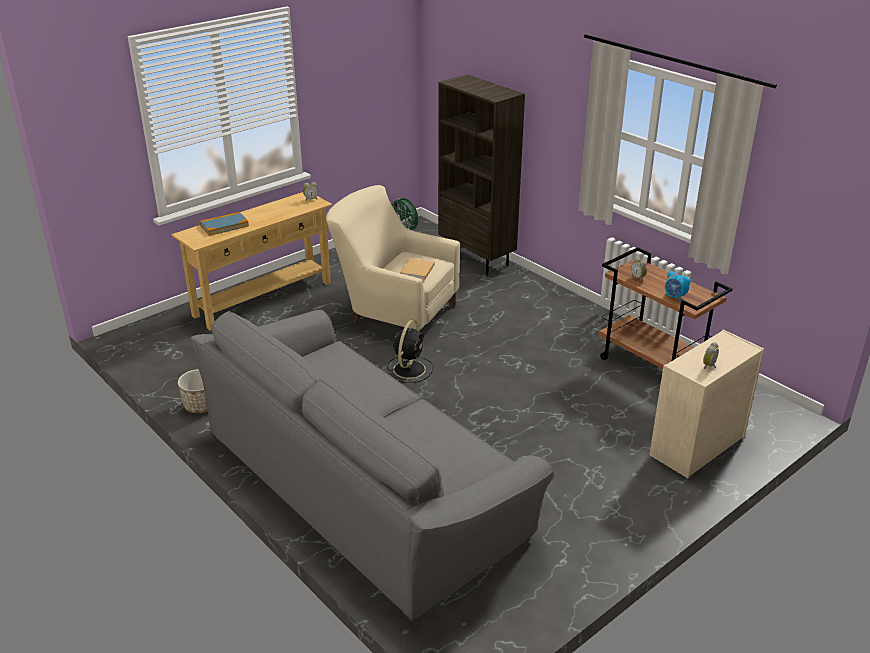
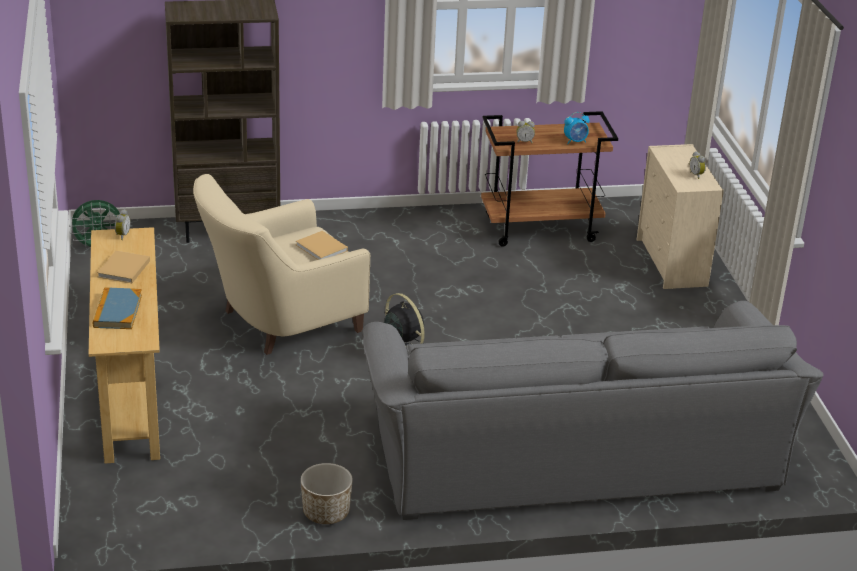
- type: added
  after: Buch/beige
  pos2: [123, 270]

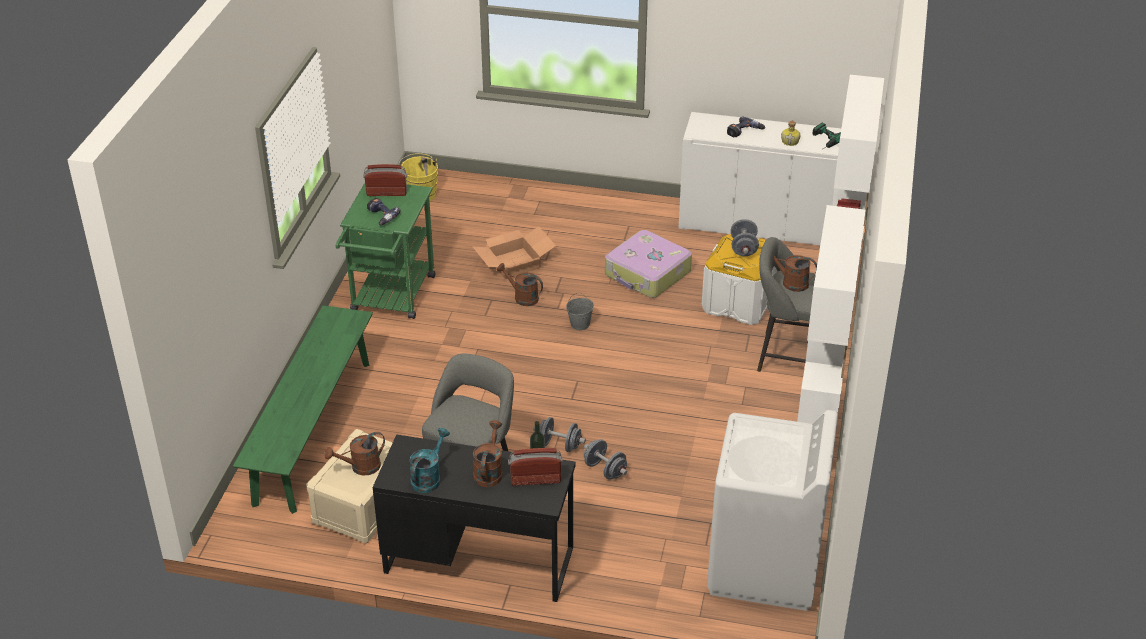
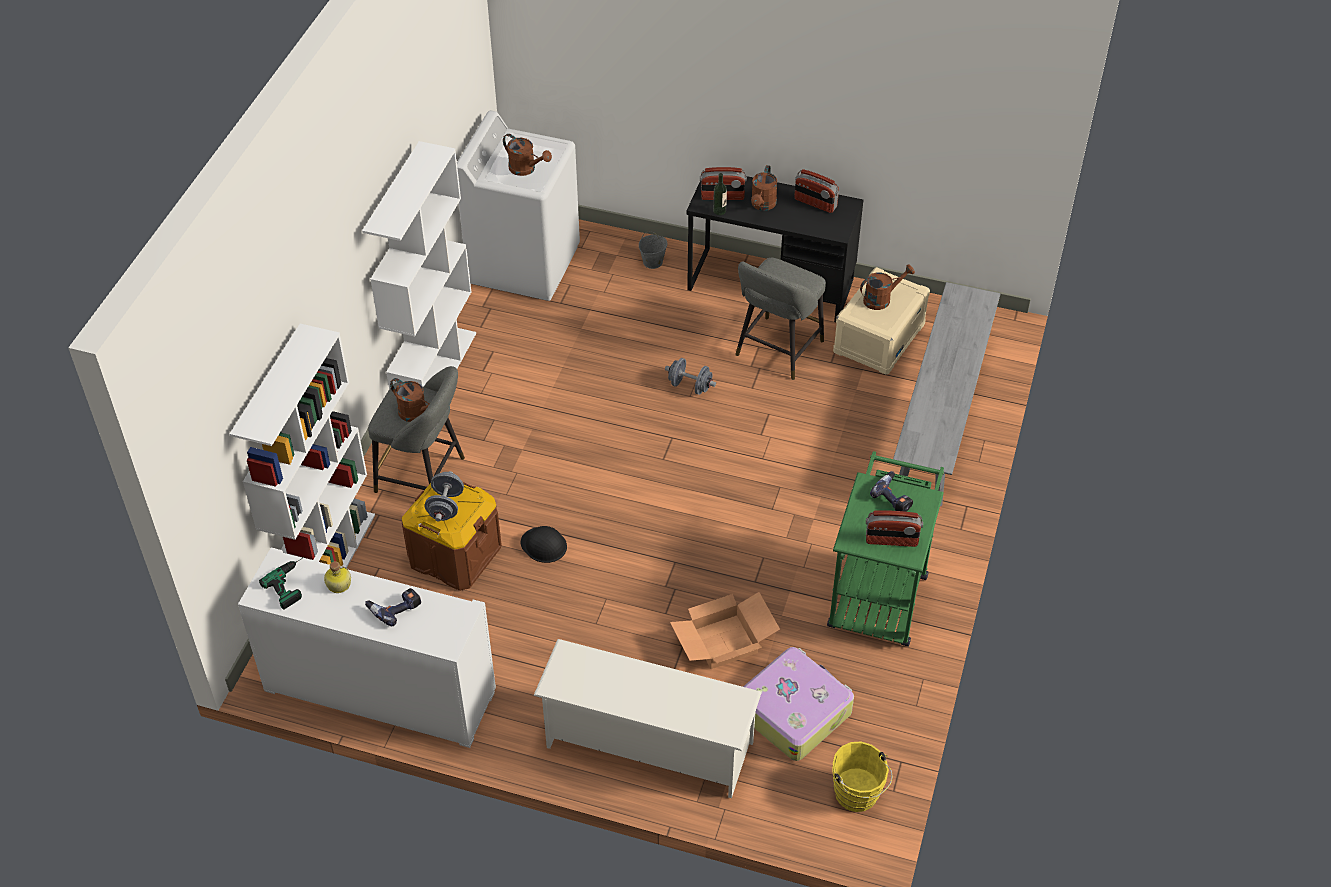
- type: removed
  before: Hantel/grau
  pos1: [605, 470]
- type: added
  after: Schutzhelm/schwarz
  pos2: [544, 545]
- type: added
  after: Schuhregal/weiß
  pos2: [648, 745]
- type: moved
  before: Gießkanne/braun
  pos1: [522, 297]
  pos2: [526, 169]
- type: moved
  before: Eimer/grau
  pos1: [580, 324]
  pos2: [652, 262]
- type: moved
  before: Koffer
  pos1: [647, 274]
  pos2: [794, 711]
- type: replaced
  before: Gießkanne/türkis
  after: Radio
  pos1: [428, 477]
  pos2: [815, 203]
- type: recoloured
  before: Bank/grün
  after: Bank/grau
  pos1: [313, 431]
  pos2: [941, 417]
- type: recoloured
  before: Aufbewahrungsbox/weiß
  after: Aufbewahrungsbox/braun
  pos1: [738, 303]
  pos2: [455, 555]

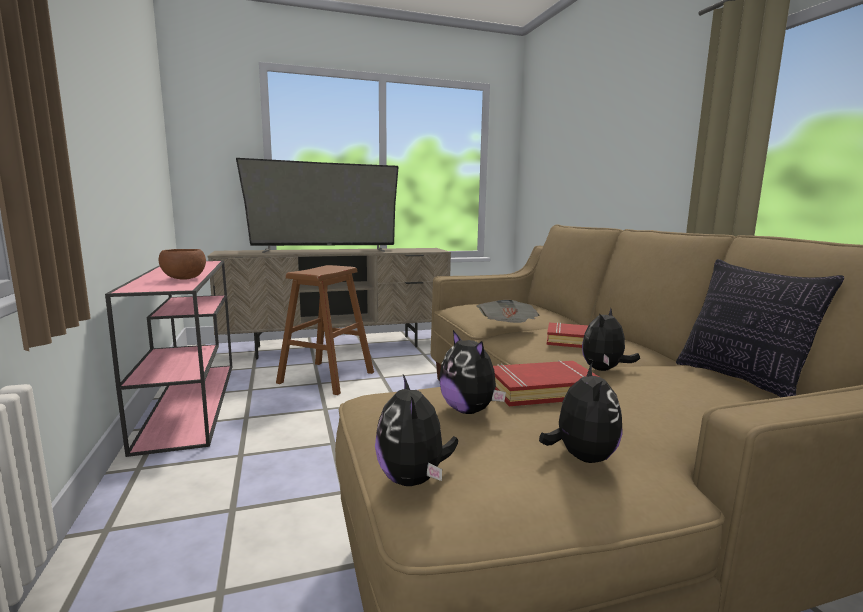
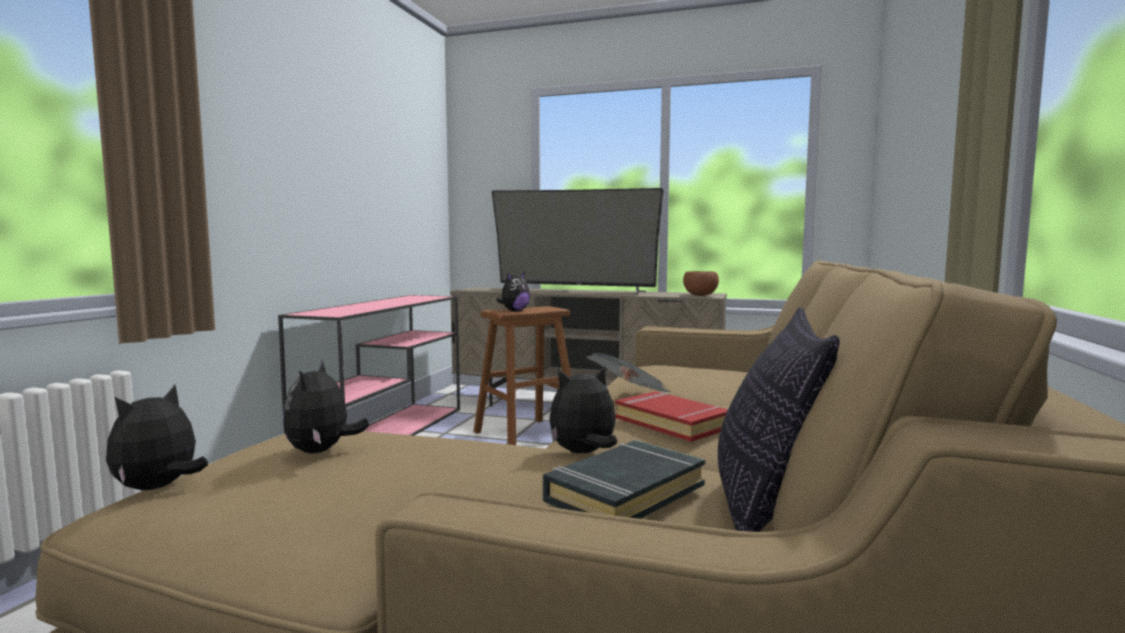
- type: removed
  before: Buch/rot
  pos1: [542, 390]
- type: added
  after: Buch/schwarz
  pos2: [624, 493]
- type: moved
  before: Schüssel/braun
  pos1: [184, 279]
  pos2: [700, 295]
- type: moved
  before: Plüschtier
  pos1: [581, 457]
  pos2: [514, 311]

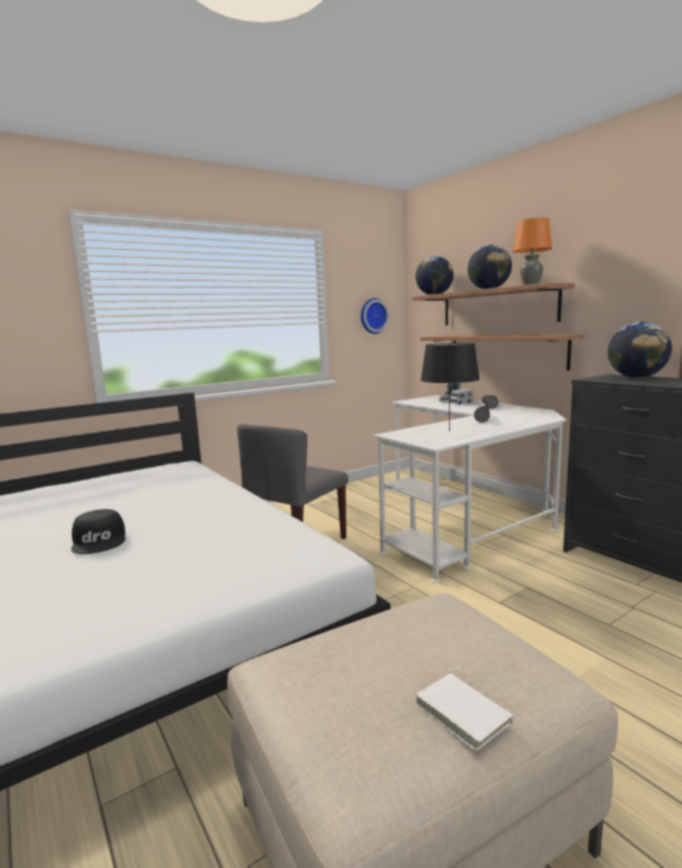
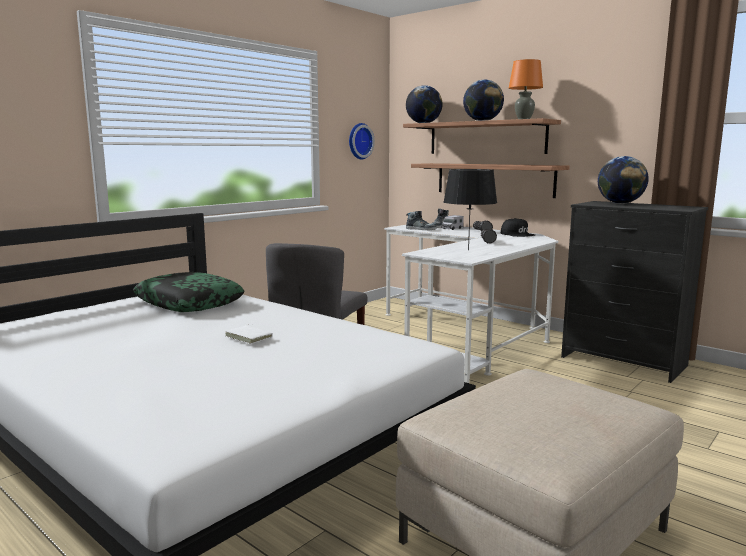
- type: added
  after: Kissen
  pos2: [188, 303]
- type: added
  after: Schuh
  pos2: [420, 229]
- type: moved
  before: Kappe/schwarz
  pos1: [100, 540]
  pos2: [517, 234]
- type: moved
  before: Buch/weiß
  pos1: [465, 712]
  pos2: [250, 337]

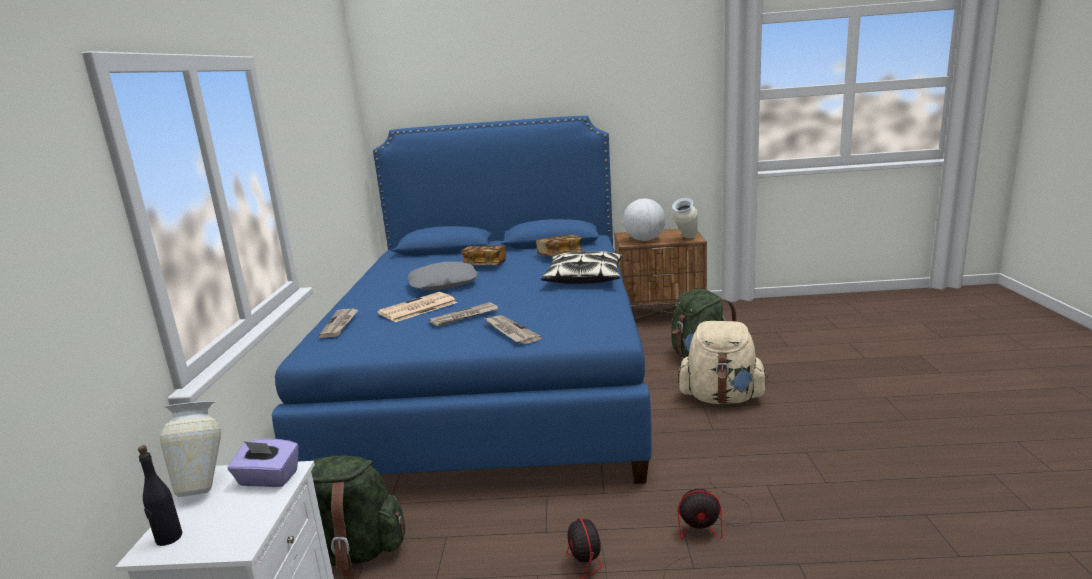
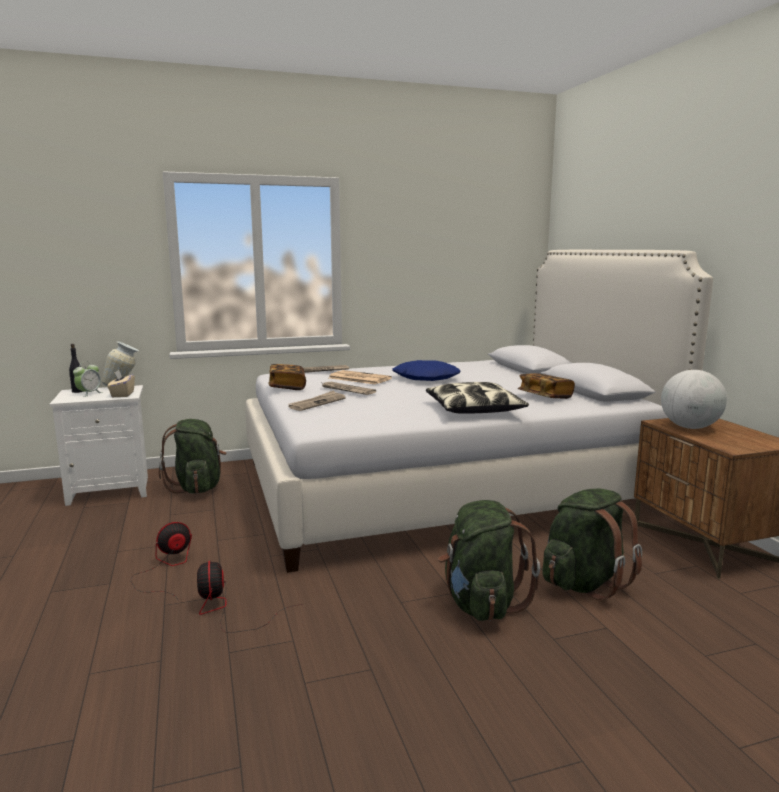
- type: removed
  before: Vase
  pos1: [685, 240]
- type: added
  after: Wecker
  pos2: [89, 394]
- type: moved
  before: Buch
  pos1: [485, 265]
  pos2: [287, 387]
- type: recoloured
  before: Taschentuchbox/lila
  after: Taschentuchbox/beige
  pos1: [268, 479]
  pos2: [122, 394]
- type: recoloured
  before: Bett/blau
  after: Bett/weiß
  pos1: [492, 381]
  pos2: [445, 485]
- type: recoloured
  before: Kissen/grau
  after: Kissen/blau
  pos1: [443, 284]
  pos2: [425, 378]
- type: recoloured
  before: Rucksack/beige
  after: Rucksack/grün
  pos1: [721, 398]
  pos2: [481, 603]

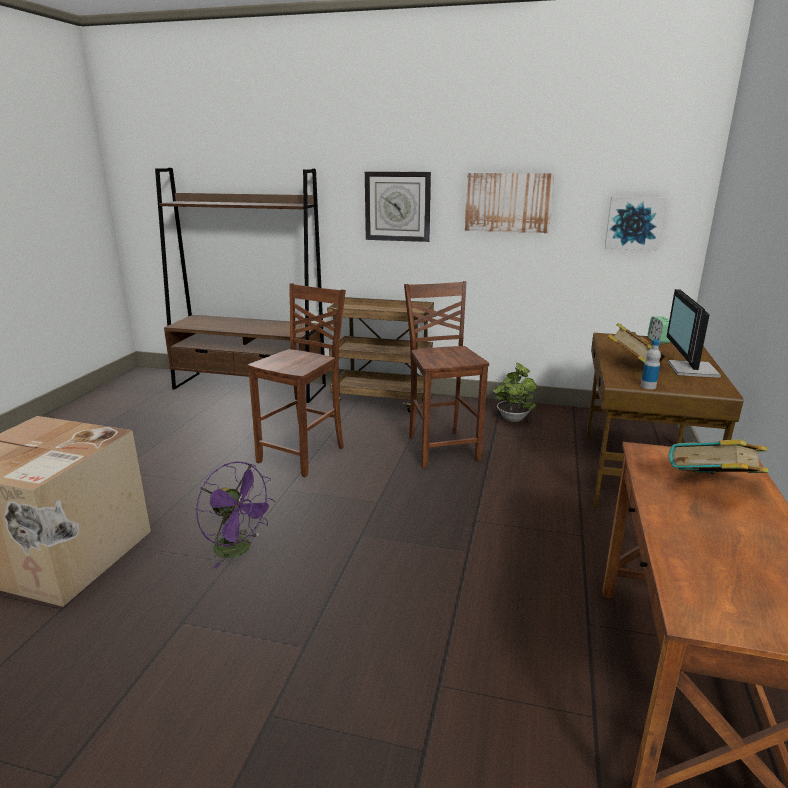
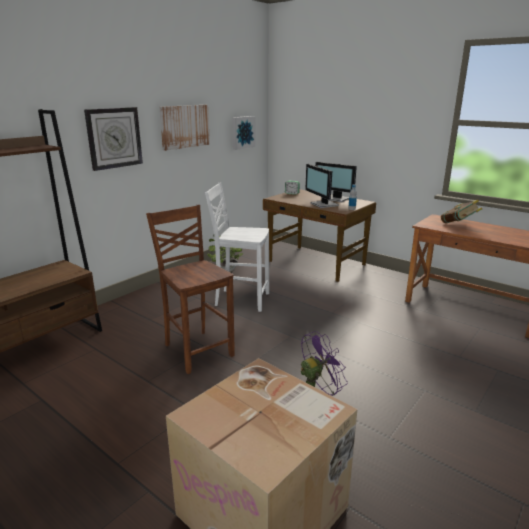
- type: removed
  before: Rollwagen/braun
  pos1: [383, 400]
- type: replaced
  before: Buch
  after: Monitor
  pos1: [633, 366]
  pos2: [323, 204]
- type: recoloured
  before: Stuhl/braun
  after: Stuhl/weiß
  pos1: [442, 448]
  pos2: [241, 299]

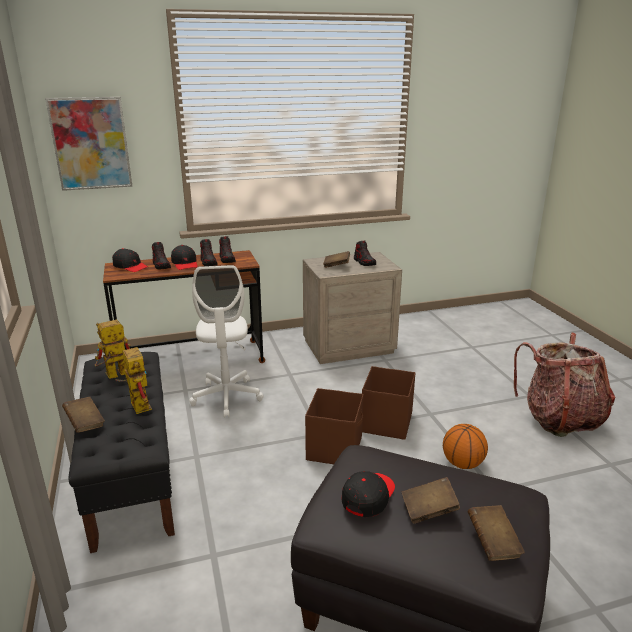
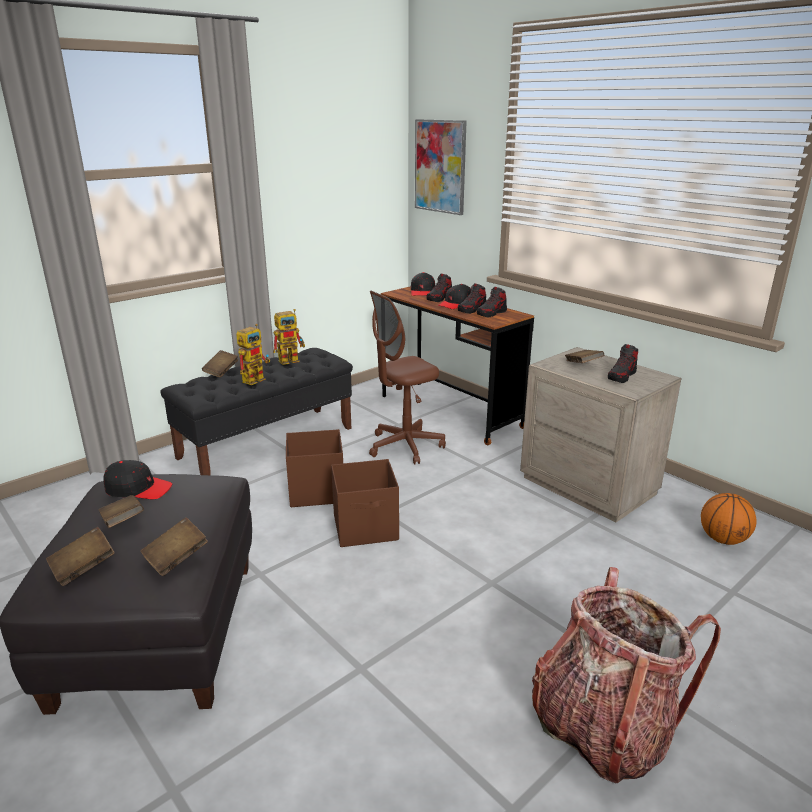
- type: added
  after: Buch/braun
  pos2: [176, 558]
- type: moved
  before: Aufbewahrungsbox/braun
  pos1: [386, 423]
  pos2: [315, 492]
- type: moved
  before: Basketball
  pos1: [462, 463]
  pos2: [723, 539]
- type: recoloured
  before: Bürostuhl/weiß
  after: Bürostuhl/braun
  pos1: [227, 397]
  pos2: [405, 446]
- type: turned
  before: Spielzeugroboter
  pos1: [113, 376]
  pos2: [292, 360]
  turn: 120

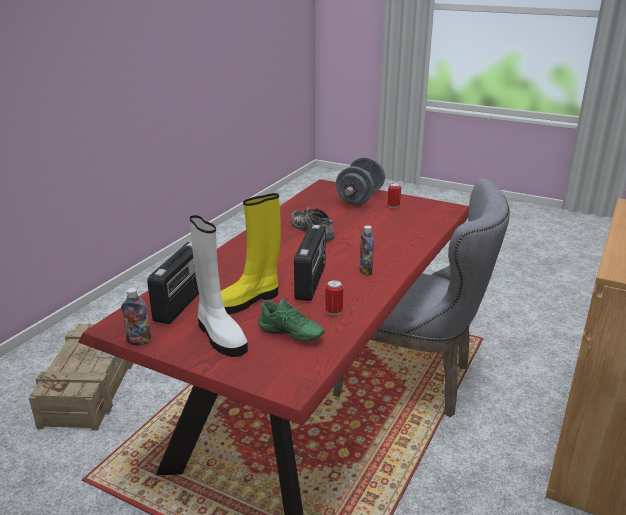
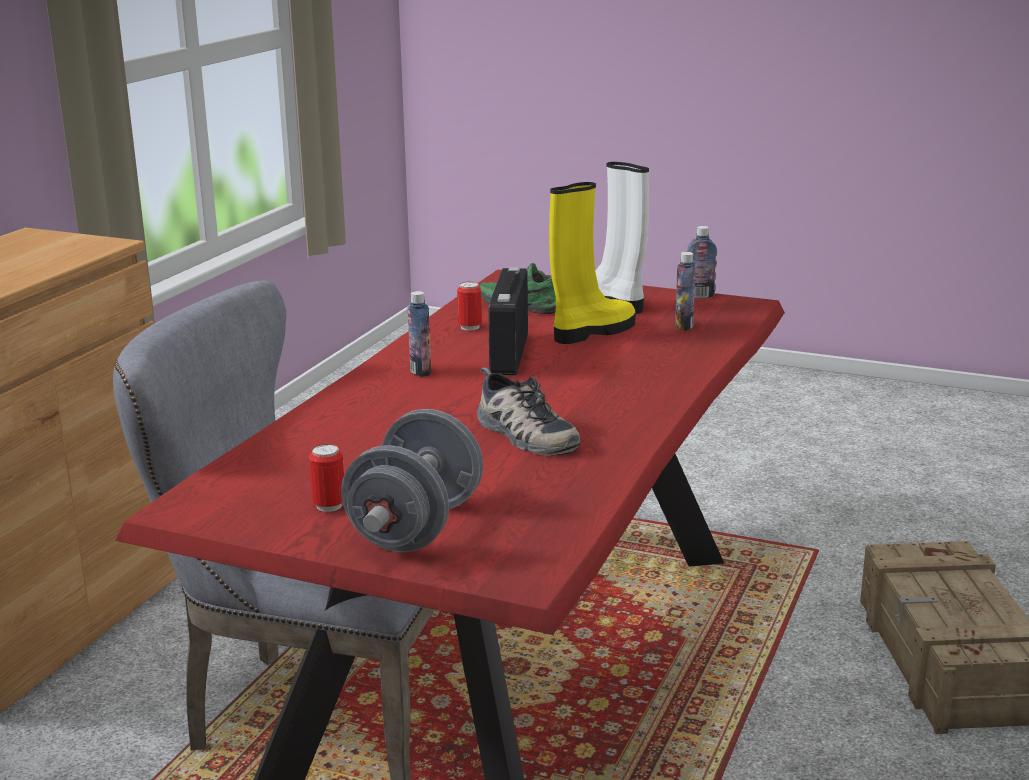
- type: replaced
  before: Radio
  after: Flasche
  pos1: [182, 303]
  pos2: [684, 326]

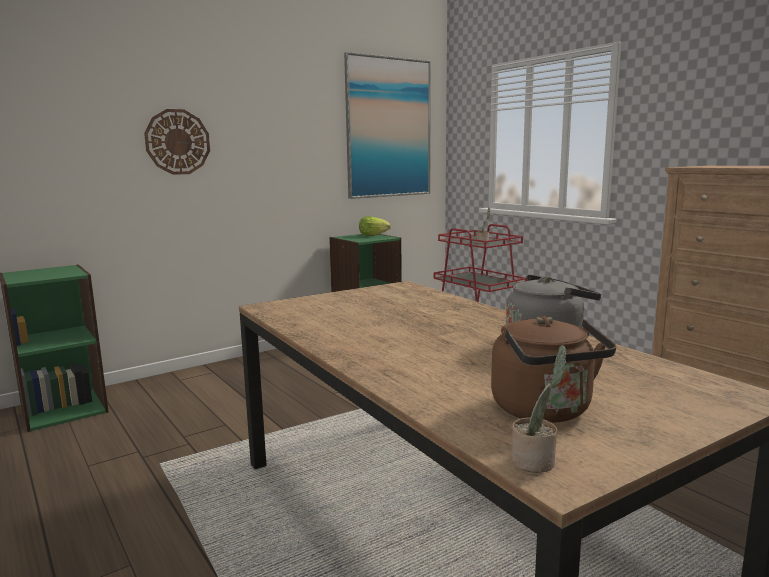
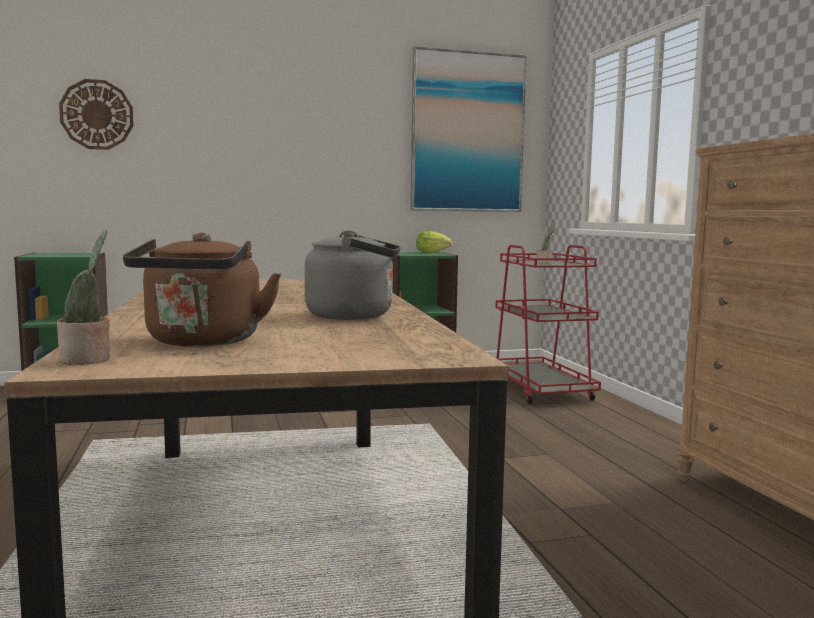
- type: moved
  before: Wanduhr
  pos1: [177, 142]
  pos2: [97, 115]

